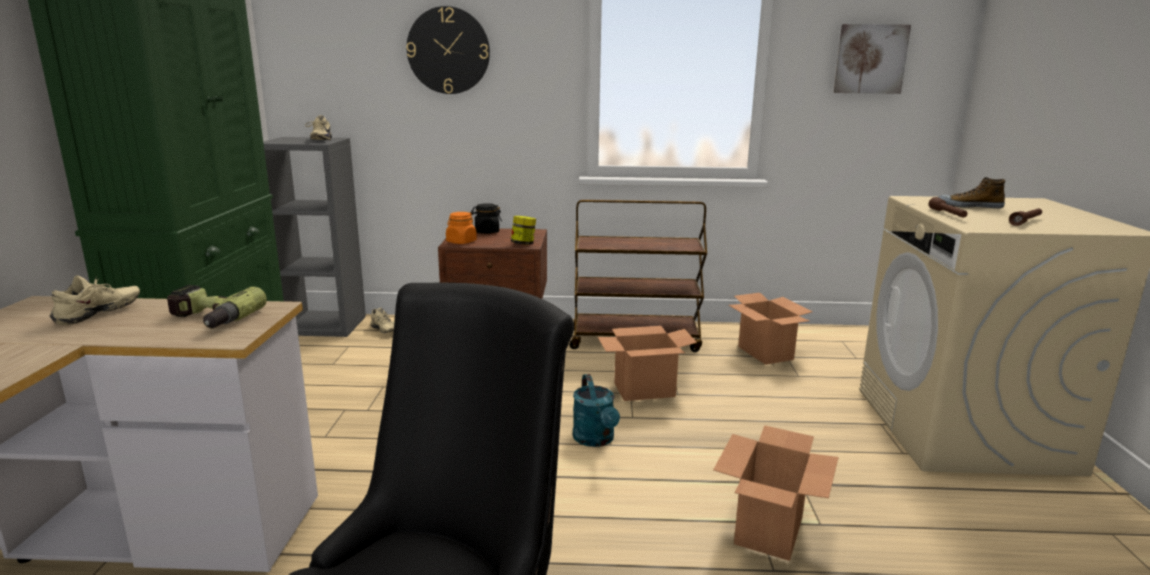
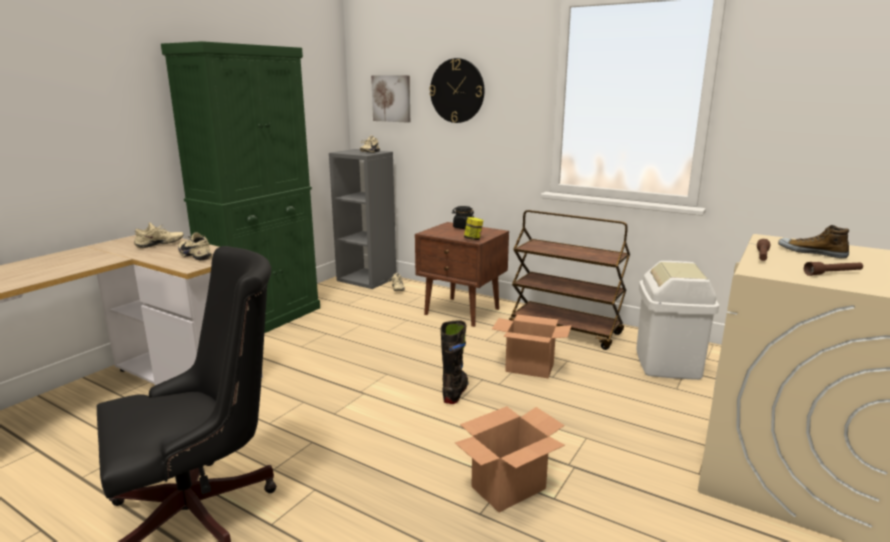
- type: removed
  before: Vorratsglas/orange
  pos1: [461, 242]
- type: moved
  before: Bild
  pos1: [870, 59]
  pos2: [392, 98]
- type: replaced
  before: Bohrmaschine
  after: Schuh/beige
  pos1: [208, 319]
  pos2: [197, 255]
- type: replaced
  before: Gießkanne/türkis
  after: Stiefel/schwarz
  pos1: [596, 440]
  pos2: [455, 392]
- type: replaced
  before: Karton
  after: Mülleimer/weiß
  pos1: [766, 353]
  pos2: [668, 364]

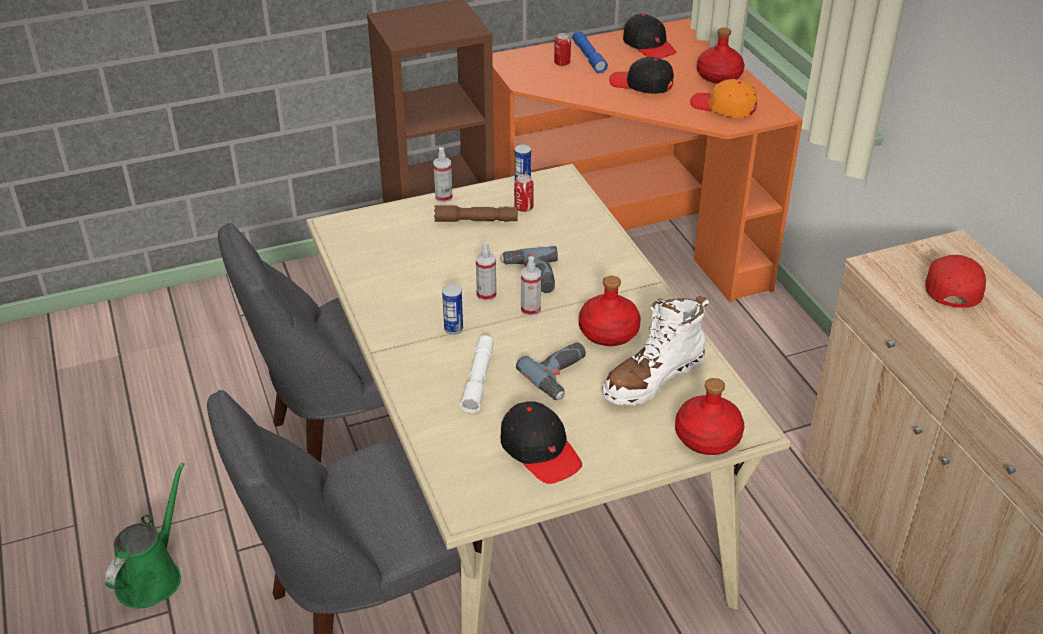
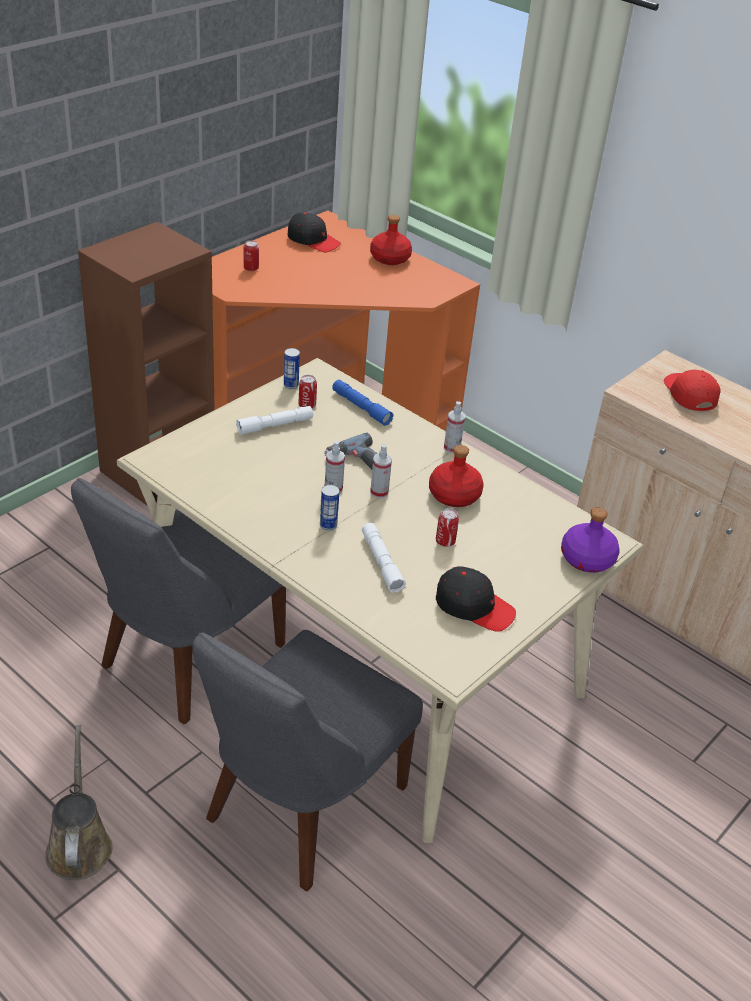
- type: removed
  before: Stiefel/weiß
  pos1: [653, 378]
- type: removed
  before: Kappe/schwarz
  pos1: [641, 84]
- type: removed
  before: Kappe/orange
  pos1: [723, 107]
- type: moved
  before: Sprühflasche
  pos1: [443, 197]
  pos2: [452, 448]
- type: moved
  before: Taschenlampe/blau
  pos1: [589, 57]
  pos2: [361, 407]
- type: replaced
  before: Bohrmaschine
  after: Dose
  pos1: [561, 376]
  pos2: [445, 541]
- type: recoloured
  before: Gießkanne/grün
  after: Gießkanne/braun
  pos1: [152, 576]
  pos2: [79, 844]
- type: recoloured
  before: Taschenlampe/braun
  after: Taschenlampe/weiß
  pos1: [476, 220]
  pos2: [275, 425]
- type: recoloured
  before: Flasche/rot
  after: Flasche/lila
  pos1: [707, 438]
  pos2: [587, 559]

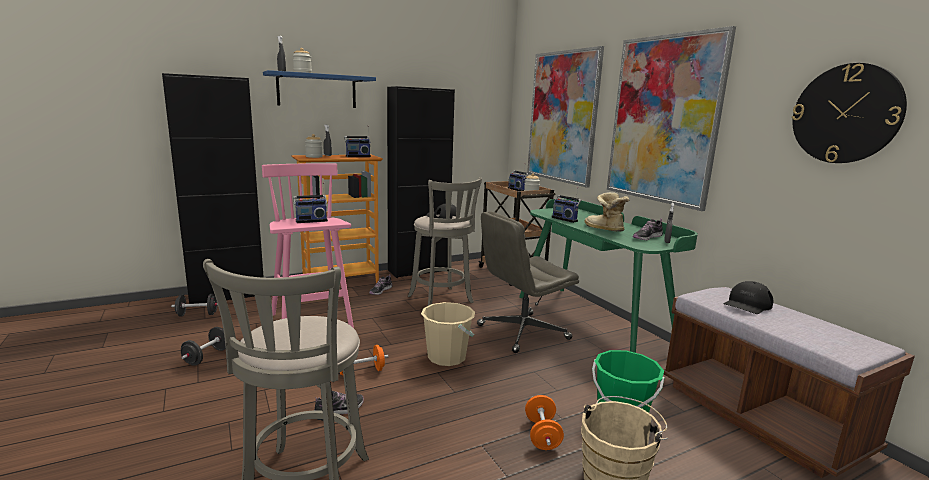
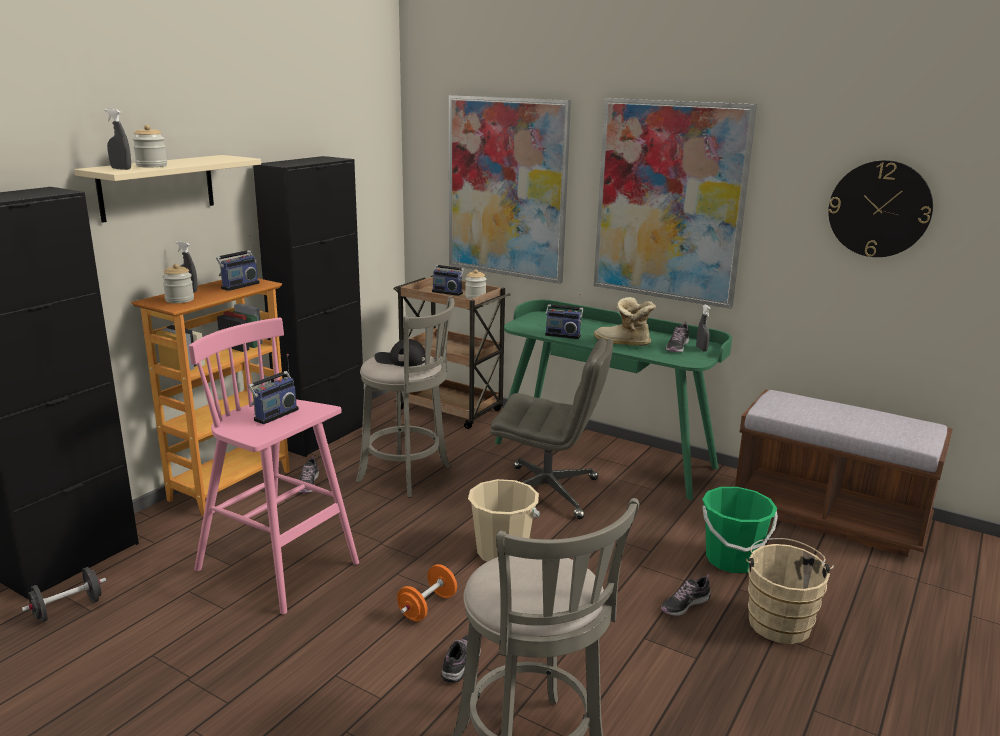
- type: removed
  before: Hantel/schwarz
  pos1: [207, 357]
- type: removed
  before: Kappe/schwarz
  pos1: [747, 304]
- type: replaced
  before: Hantel/orange
  after: Schuh
  pos1: [542, 435]
  pos2: [684, 605]
- type: recoloured
  before: Wandregal/blau
  after: Wandregal/beige
  pos1: [317, 91]
  pos2: [157, 187]
- type: turned
  before: Bürostuhl/grau
  pos1: [522, 332]
  pos2: [548, 492]
  turn: -105

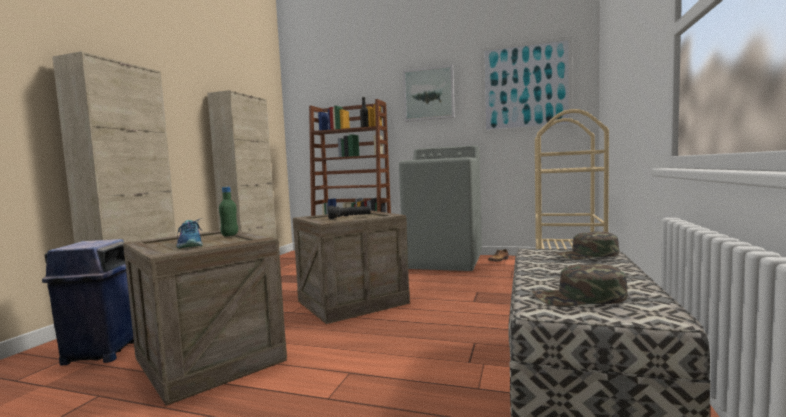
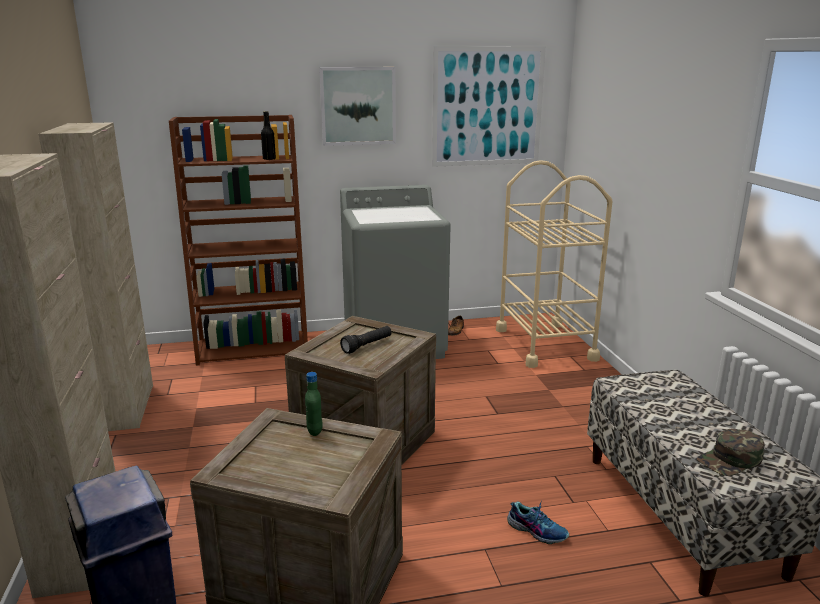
- type: removed
  before: Kappe/grün
  pos1: [586, 255]
- type: moved
  before: Schuh
  pos1: [191, 244]
  pos2: [537, 530]

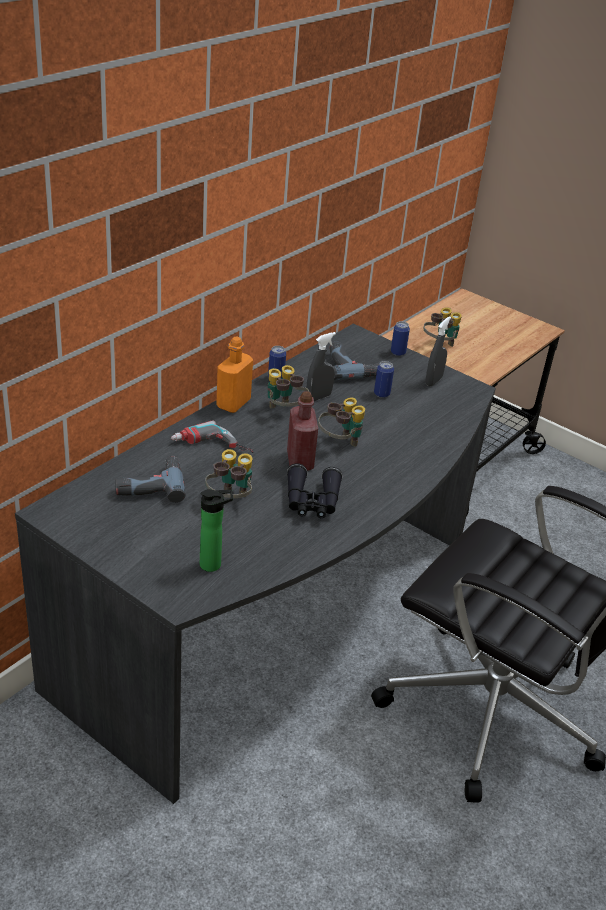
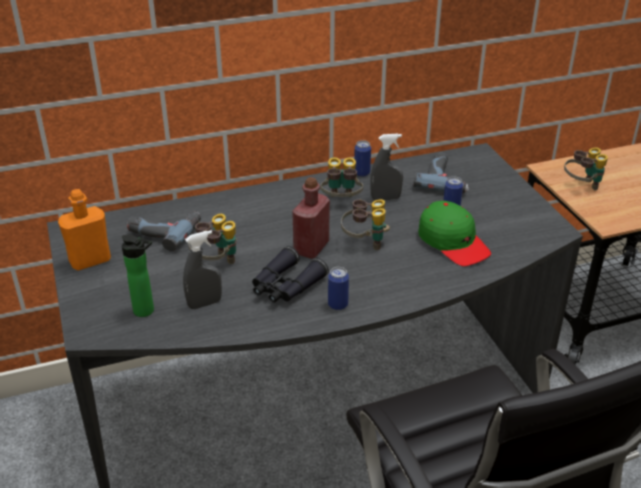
- type: removed
  before: Bohrmaschine
  pos1: [210, 448]
- type: added
  after: Kappe/grün
  pos2: [453, 242]
- type: moved
  before: Flasche/orange
  pos1: [233, 403]
  pos2: [90, 261]
- type: moved
  before: Dose
  pos1: [398, 352]
  pos2: [338, 305]
- type: moved
  before: Sprühflasche/grau
  pos1: [433, 381]
  pos2: [204, 304]

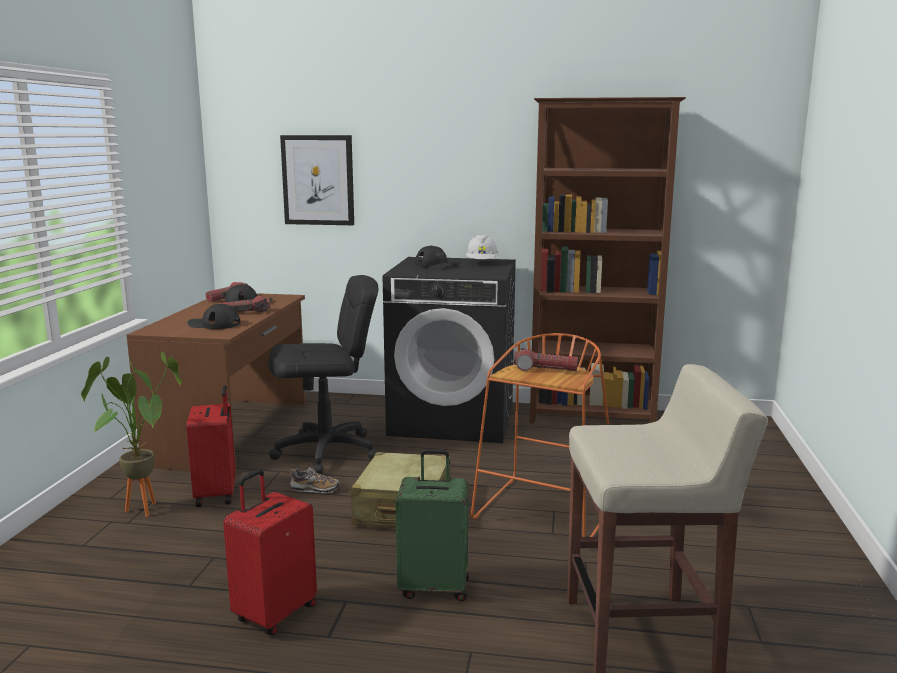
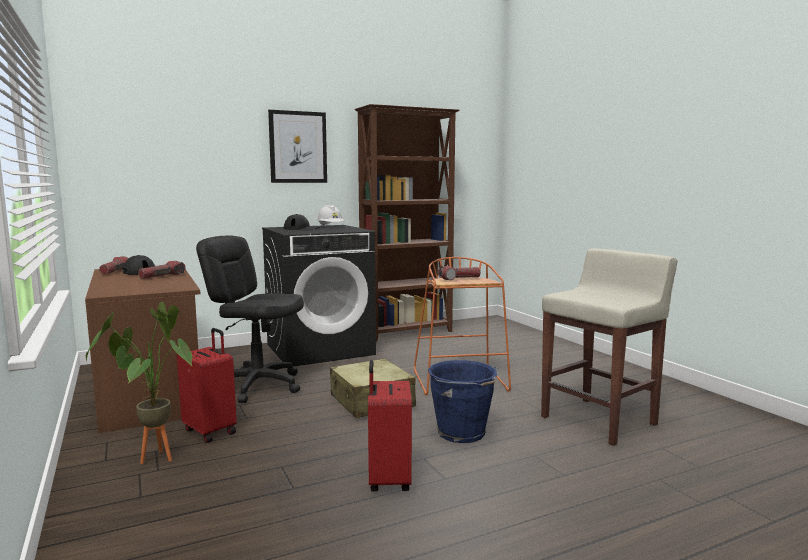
- type: removed
  before: Kappe/schwarz
  pos1: [214, 324]
- type: removed
  before: Schuh
  pos1: [314, 489]
- type: moved
  before: Bild
  pos1: [318, 180]
  pos2: [298, 147]
- type: replaced
  before: Koffer/grün
  after: Eimer/blau
  pos1: [434, 587]
  pos2: [462, 433]
- type: turned
  before: Bürostuhl/schwarz
  pos1: [327, 452]
  pos2: [258, 385]
  turn: -105

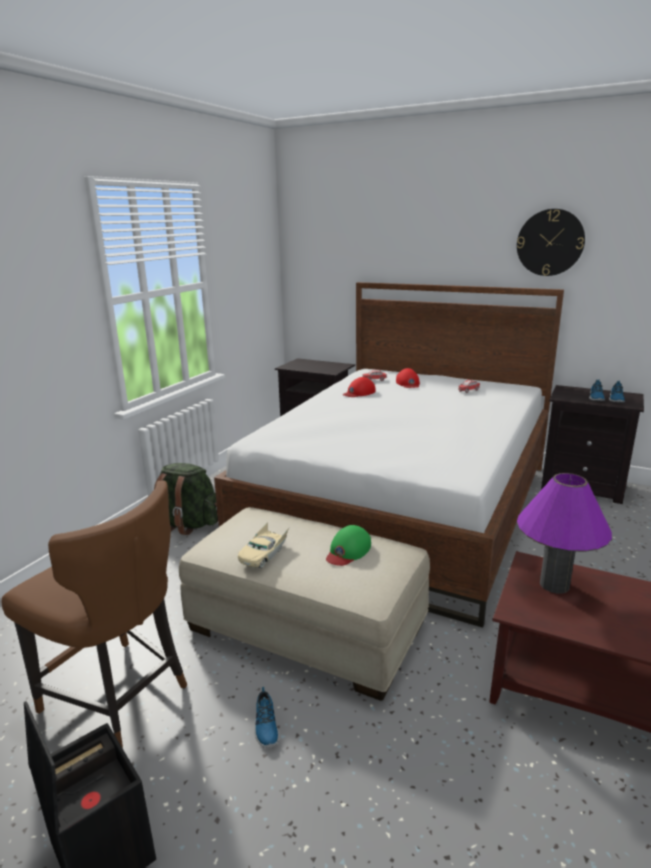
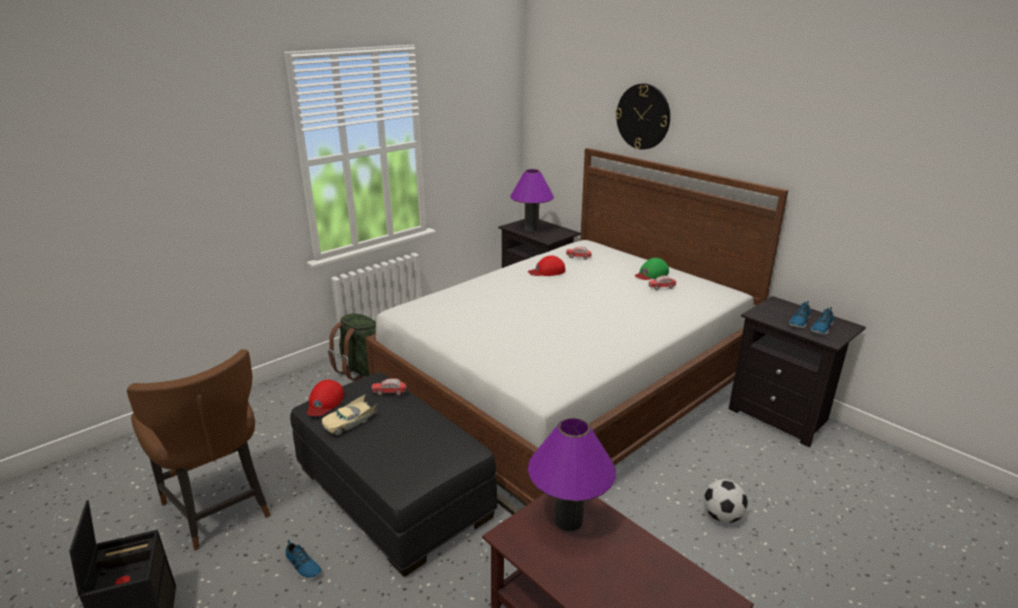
- type: added
  after: Spielzeugauto
  pos2: [389, 393]
- type: added
  after: Tischlampe/lila
  pos2: [531, 229]
- type: added
  after: Fußball
  pos2: [722, 516]
- type: moved
  before: Kappe/grün
  pos1: [348, 551]
  pos2: [651, 274]
- type: moved
  before: Kappe/rot
  pos1: [408, 383]
  pos2: [324, 402]
- type: moved
  before: Wanduhr
  pos1: [550, 242]
  pos2: [643, 116]
- type: recoloured
  before: Polsterhocker/beige
  after: Polsterhocker/schwarz
  pos1: [307, 625]
  pos2: [393, 491]
- type: turned
  before: Schuh
  pos1: [265, 725]
  pos2: [302, 566]
  turn: -60

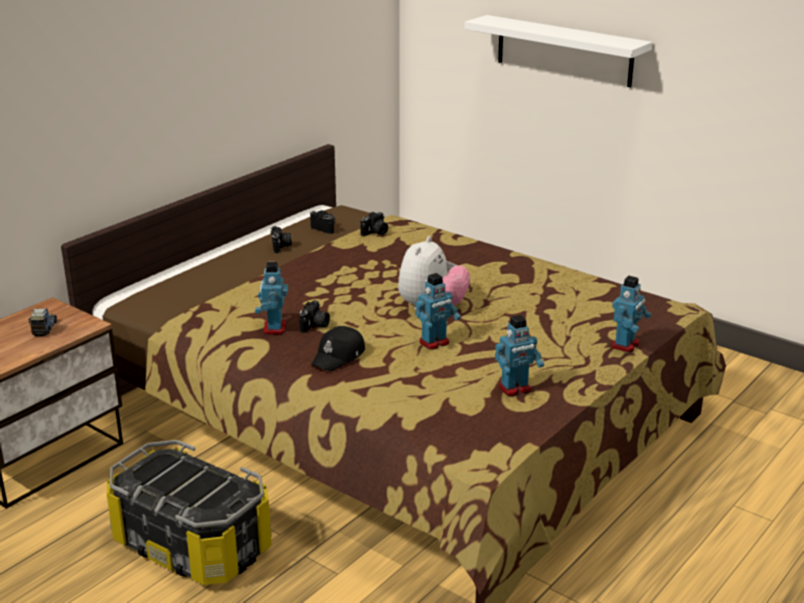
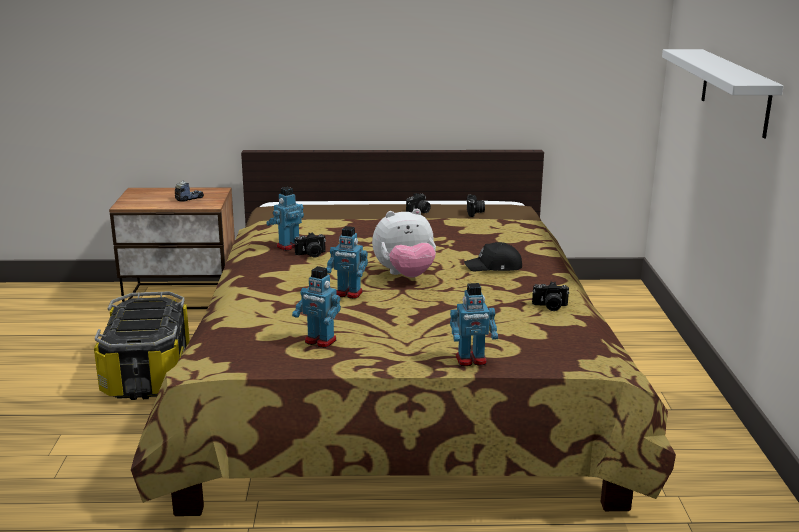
- type: moved
  before: Kappe/schwarz
  pos1: [339, 356]
  pos2: [494, 267]
- type: moved
  before: Kamera
  pos1: [375, 233]
  pos2: [550, 306]

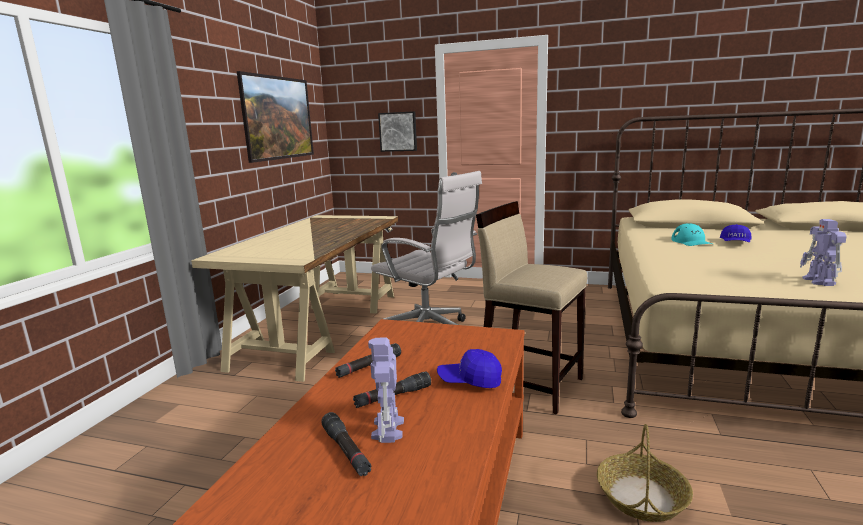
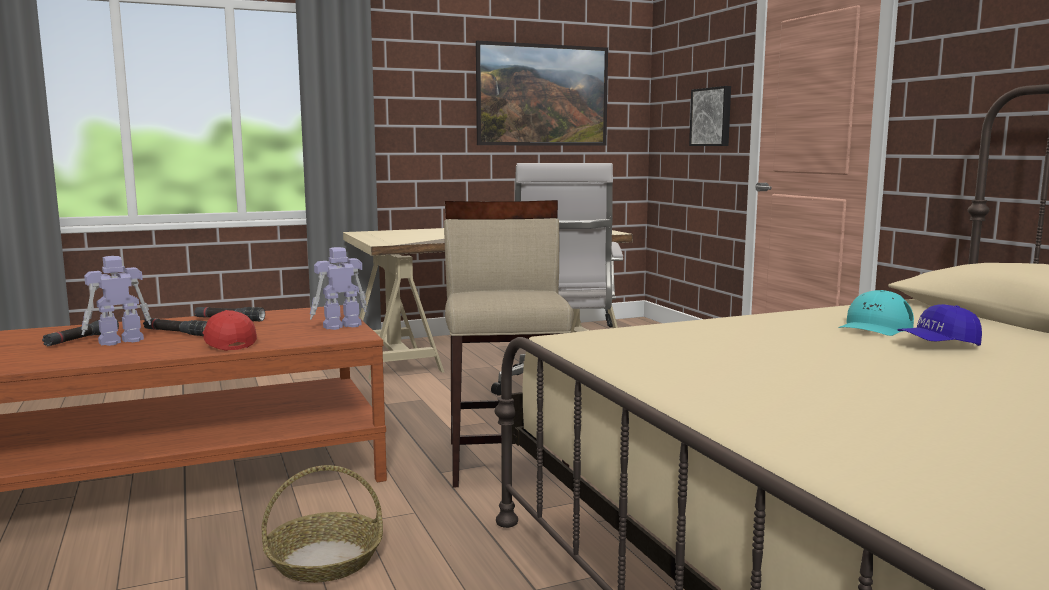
- type: moved
  before: Spielzeugroboter
  pos1: [819, 281]
  pos2: [340, 326]
- type: recoloured
  before: Kappe/blau
  after: Kappe/rot
  pos1: [470, 381]
  pos2: [228, 343]

